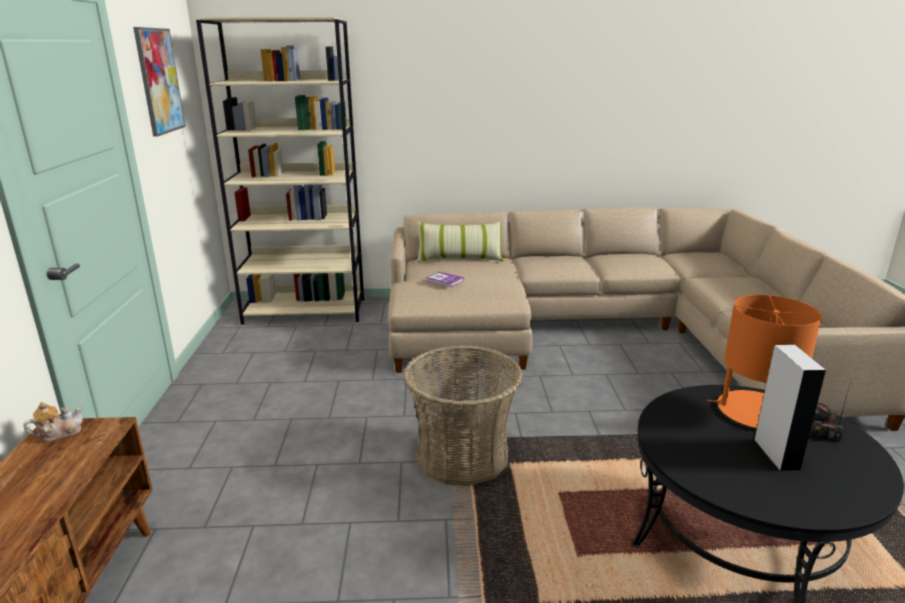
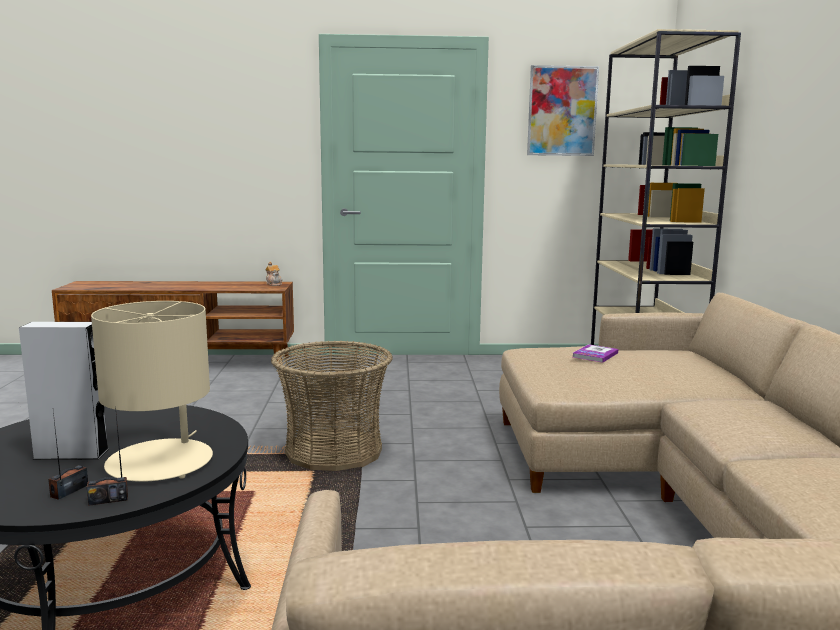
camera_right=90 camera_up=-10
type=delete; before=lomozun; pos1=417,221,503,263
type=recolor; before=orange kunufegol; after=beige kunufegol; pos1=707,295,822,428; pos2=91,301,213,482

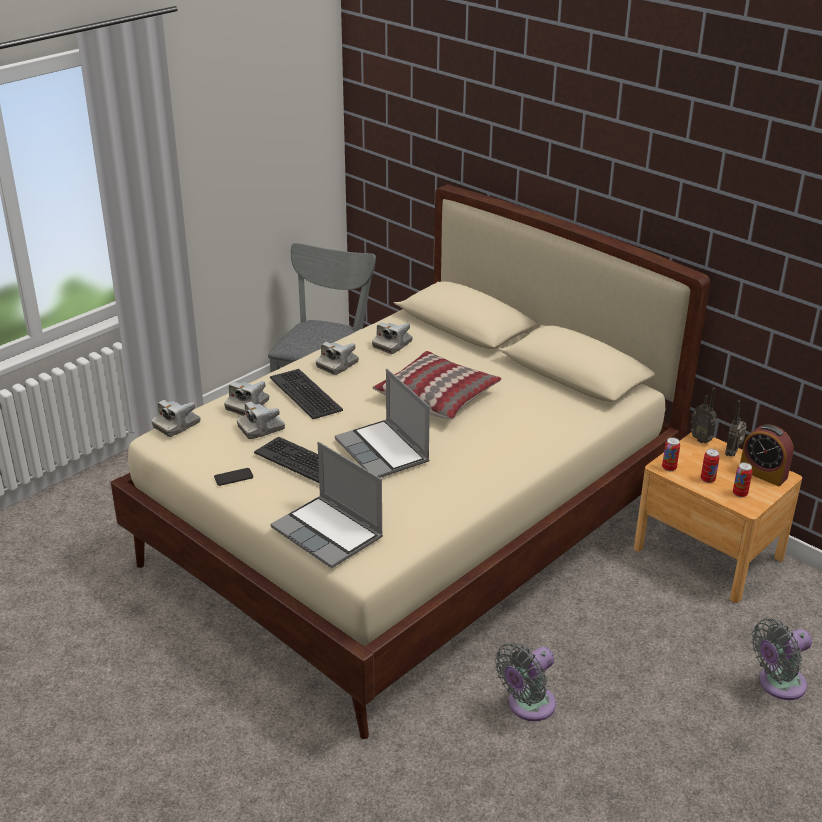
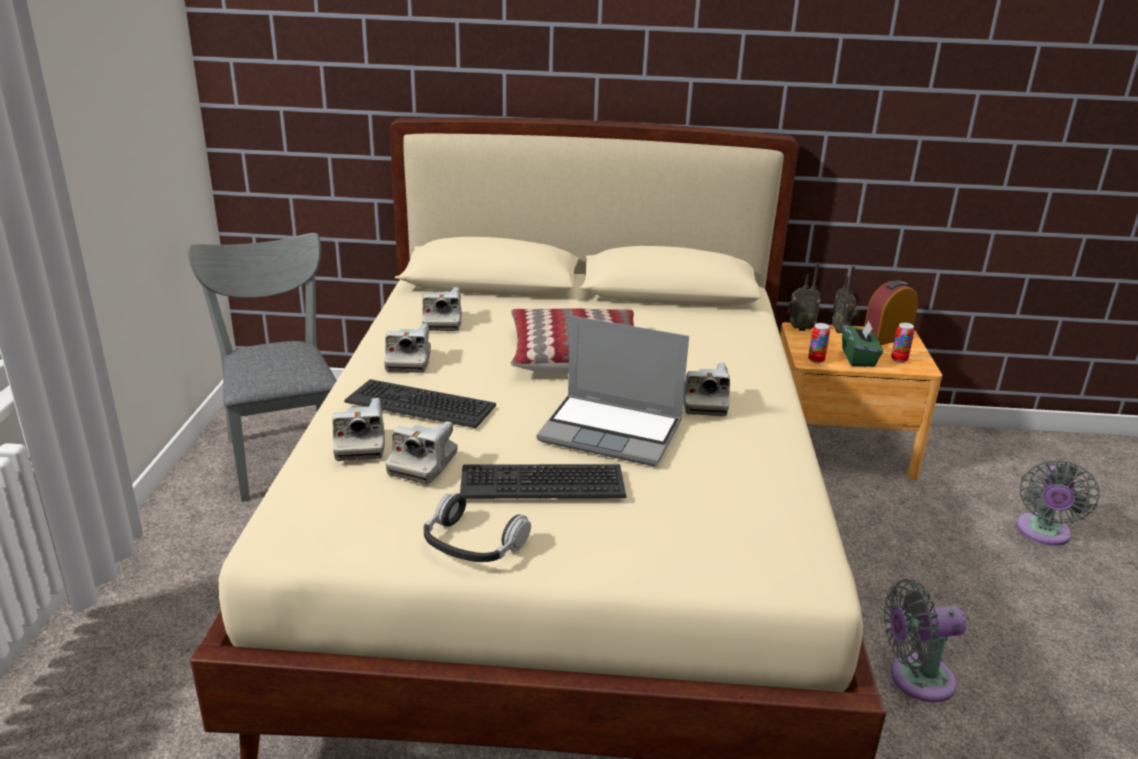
camera_right=-40 camera_up=-5
type=delete; before=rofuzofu; pos1=271,442,383,568
type=move; before=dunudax; pos1=151,400,201,437; pos2=683,363,730,416
type=replace; before=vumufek; after=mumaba; pos1=214,468,253,486; pos2=423,493,531,562
type=replace; before=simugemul; after=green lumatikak; pos1=701,449,720,483; pos2=842,321,883,367
type=rotate; before=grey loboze; pos1=495,643,556,721; pos2=884,579,967,703; turn=75
type=rotate; before=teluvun; pos1=740,425,794,486; pos2=864,280,918,345; turn=150

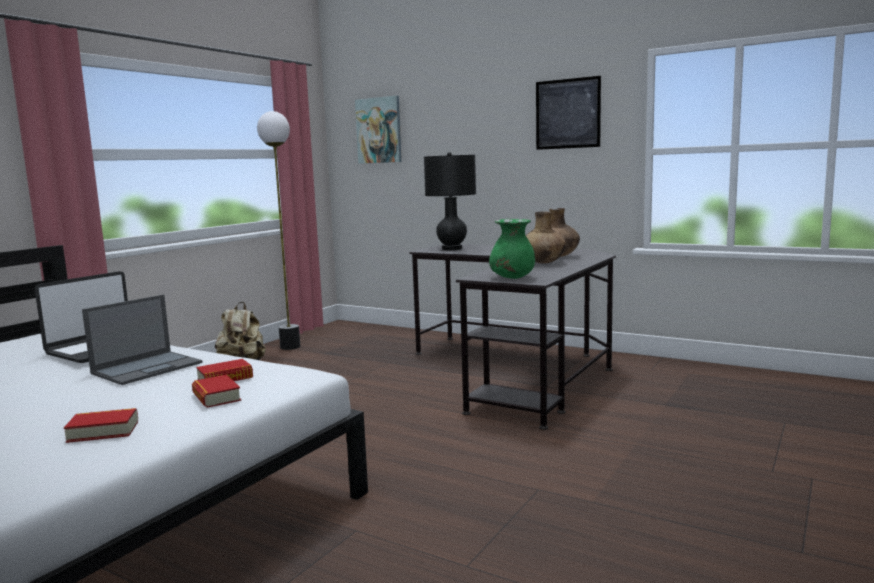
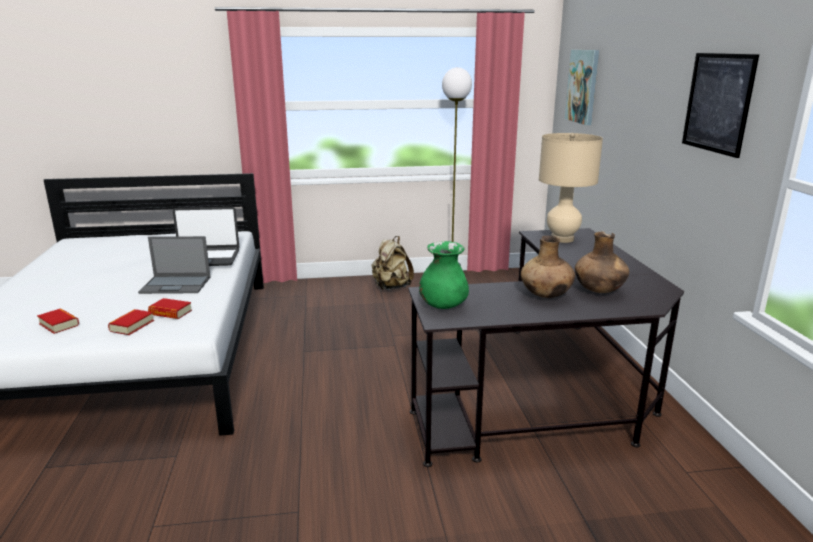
camera_right=50 camera_up=10
type=recolor; before=black kunufegol; after=beige kunufegol; pos1=424,152,476,250; pos2=539,133,603,243

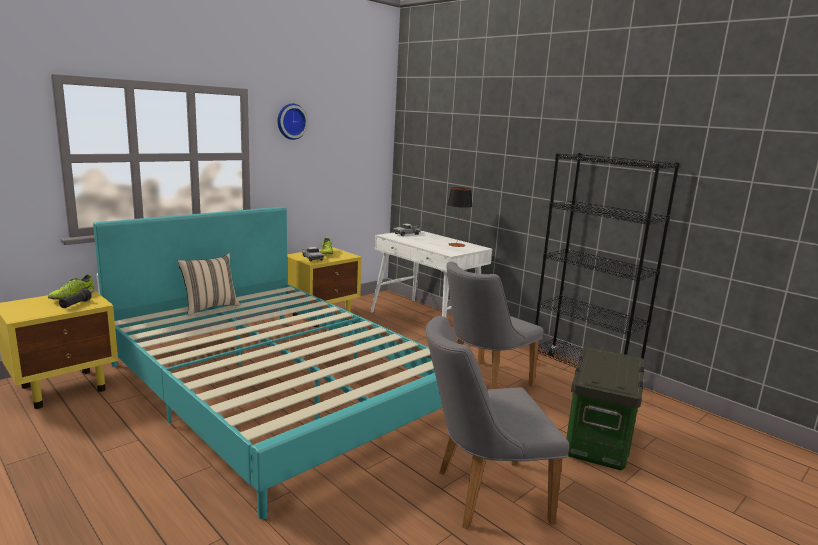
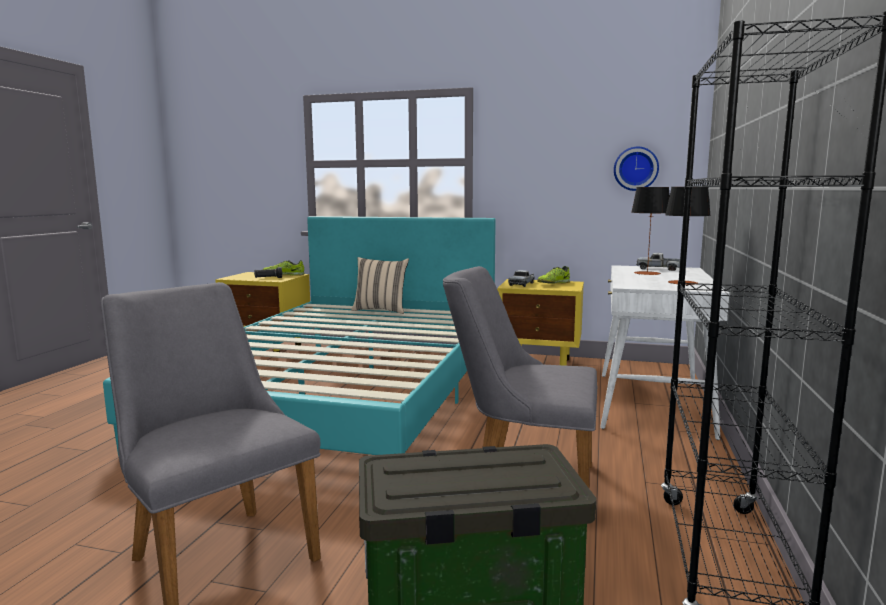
camera_right=60 camera_up=-5
type=insert; after=kunufegol; pos2=631,187,670,275
type=move; before=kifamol; pos1=277,103,308,140; pos2=614,147,659,191

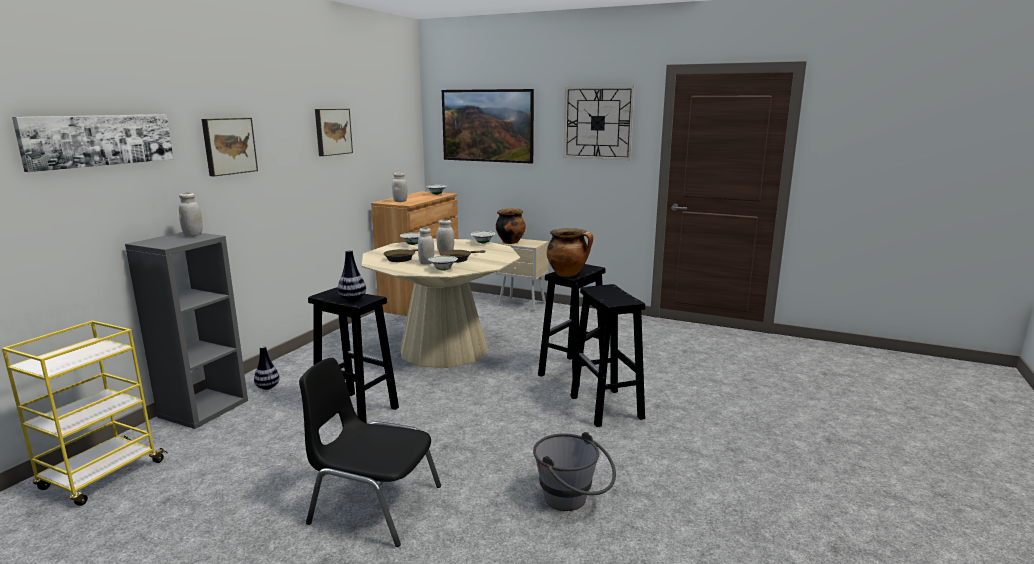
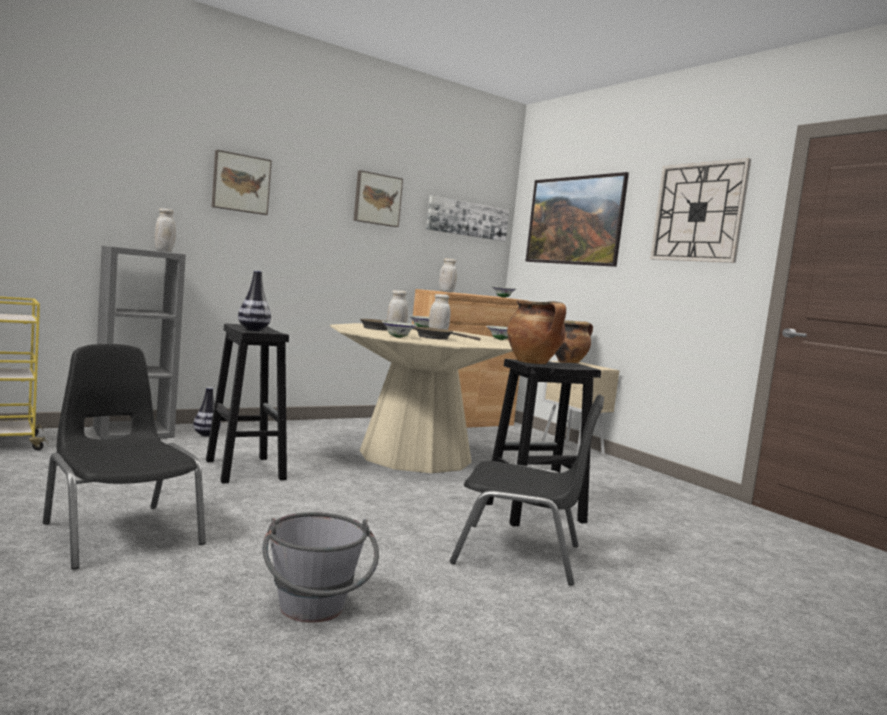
camera_right=30 camera_up=-10
type=move; before=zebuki; pos1=12,114,174,172; pos2=426,195,509,241
type=replace; before=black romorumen; after=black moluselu; pos1=570,284,645,427; pos2=450,395,604,585

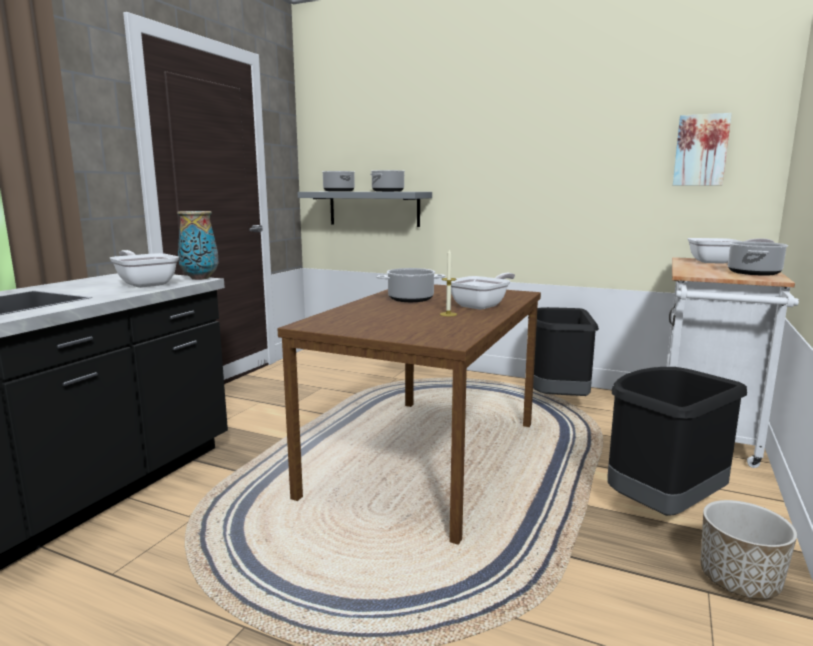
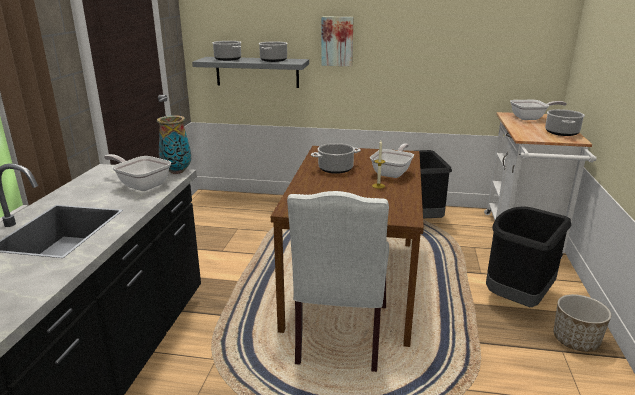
camera_right=-15 camera_up=10
type=insert; after=white moluselu; pos2=287,191,389,372
type=move; before=zebuki; pos1=673,113,732,186; pos2=321,17,354,66

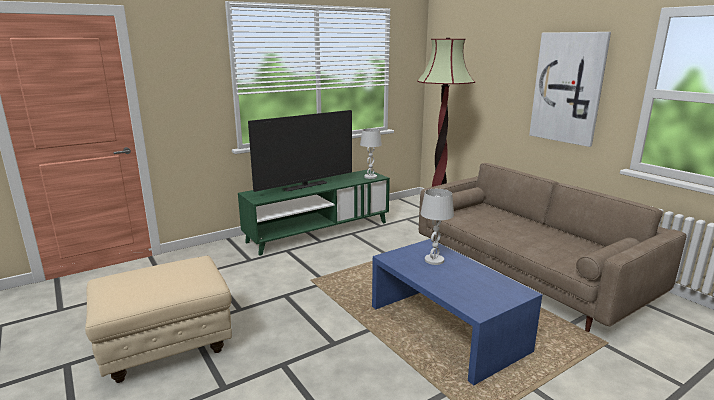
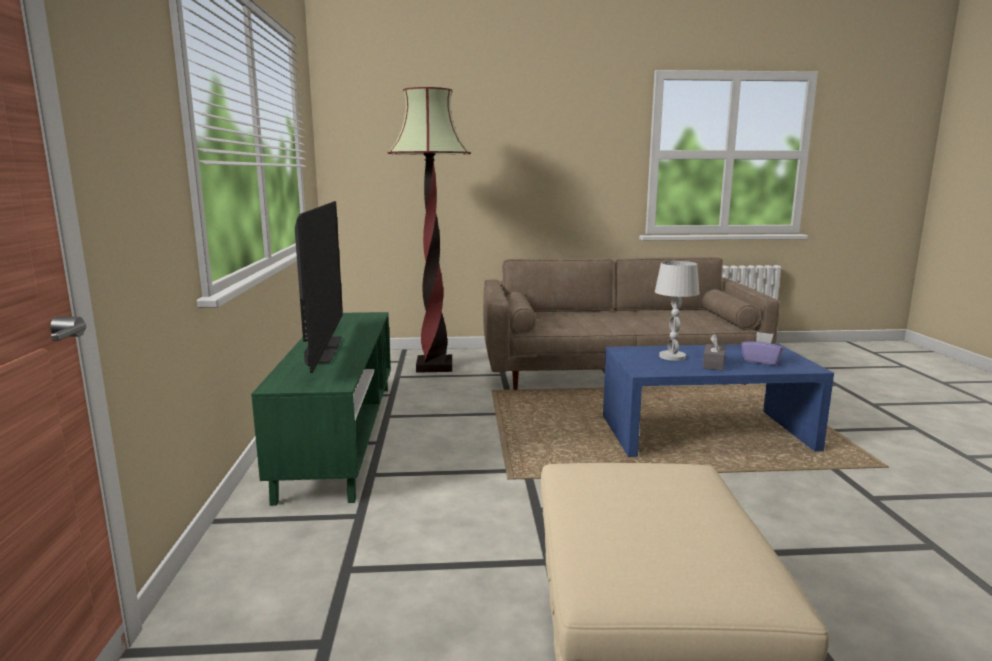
camera_right=-60 camera_up=-5
type=delete; before=white kunufegol; pos1=360,128,382,179
type=delete; before=zebuki; pos1=529,32,611,147
type=insert; after=grey lumatikak; pos2=703,334,726,371
type=insert; after=purple lumatikak; pos2=741,332,784,366

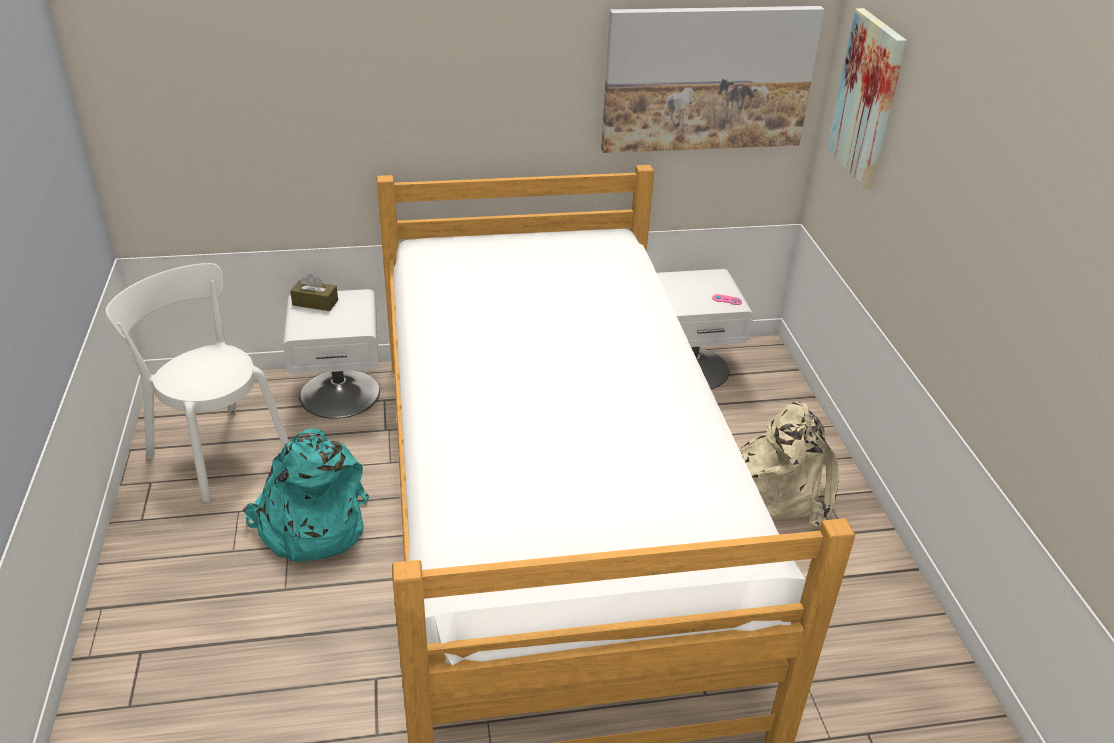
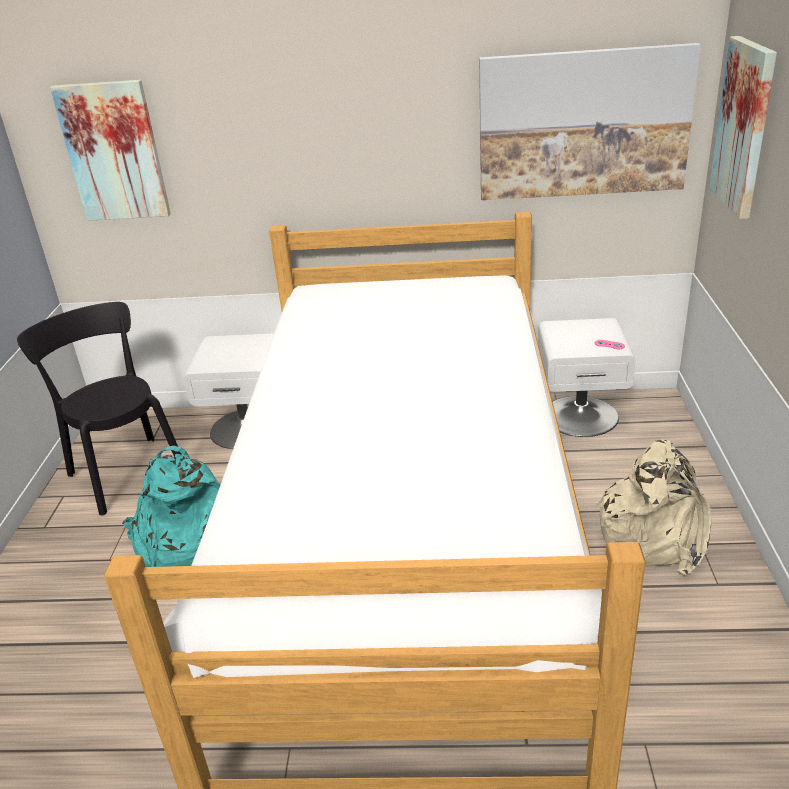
camera_right=15 camera_up=-5
type=delete; before=brown lumatikak; pos1=290,274,338,311
type=insert; after=zebuki; pos2=50,80,171,221
type=recolor; before=white moluselu; after=black moluselu; pos1=106,263,289,502; pos2=17,302,181,516

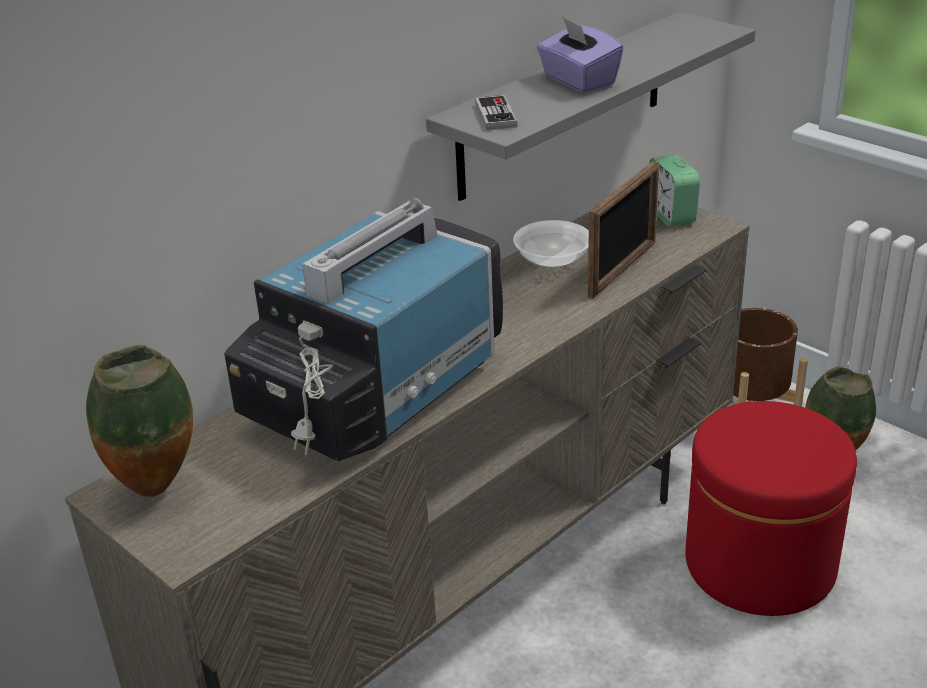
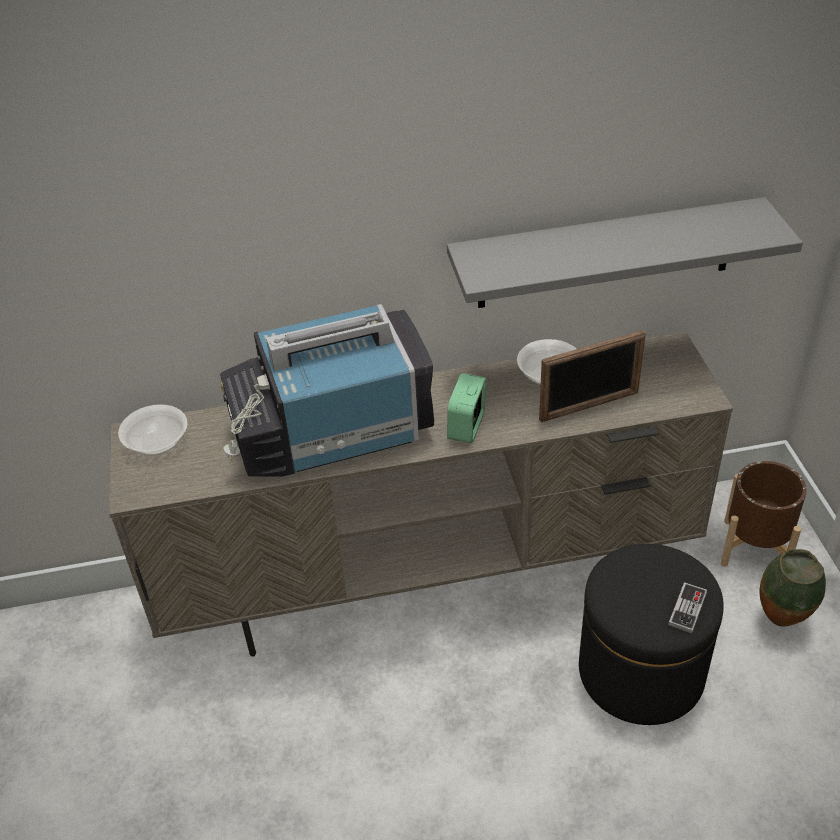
camera_right=35 camera_up=10
type=delete; before=purple lumatikak; pos1=537,17,624,93
type=move; before=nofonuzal; pos1=475,95,517,130; pos2=668,582,707,634
type=move; before=teluvun; pos1=649,155,700,226; pos2=447,373,486,443
type=replace; before=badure; after=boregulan; pos1=86,345,193,497; pos2=118,404,188,456
type=recolor; before=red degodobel; after=black degodobel; pos1=685,401,857,616; pos2=579,544,724,725

